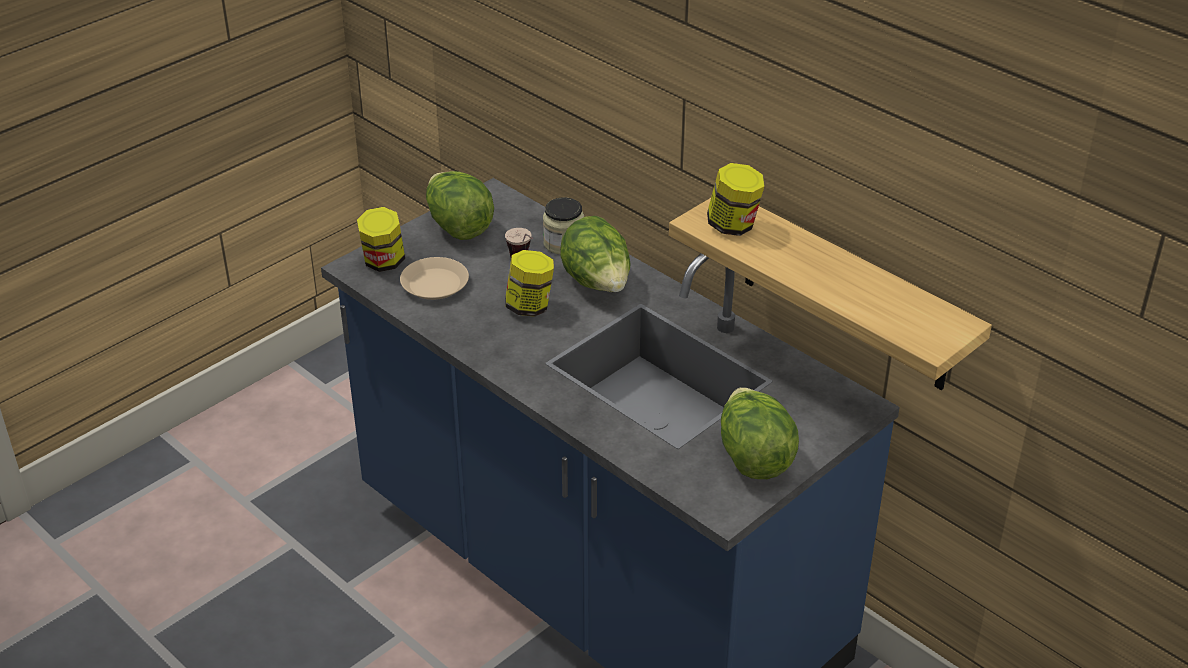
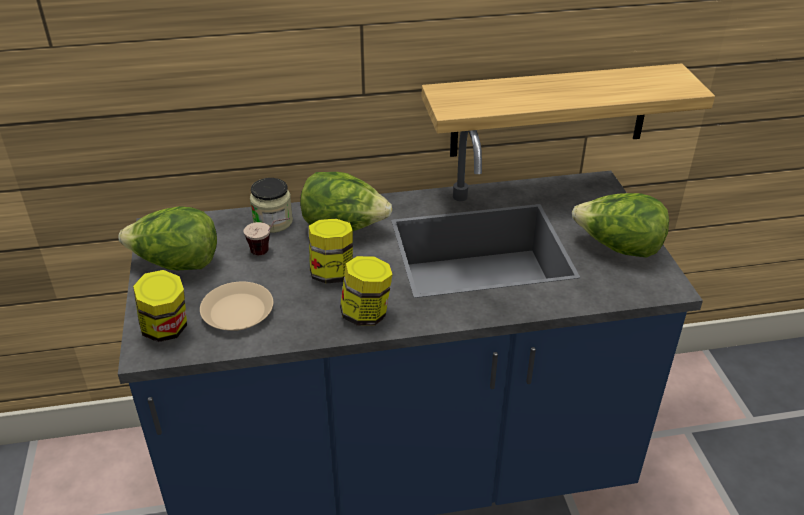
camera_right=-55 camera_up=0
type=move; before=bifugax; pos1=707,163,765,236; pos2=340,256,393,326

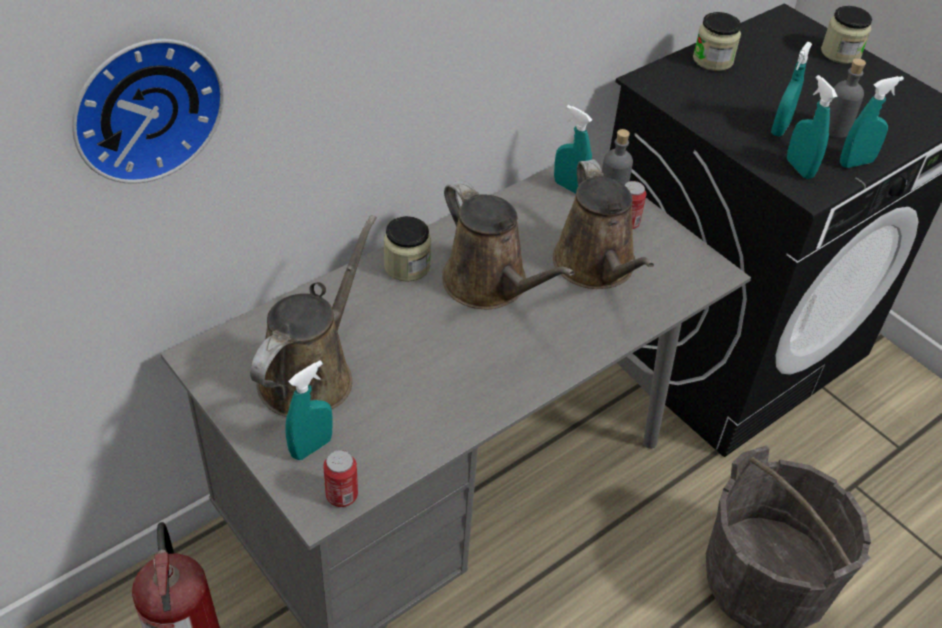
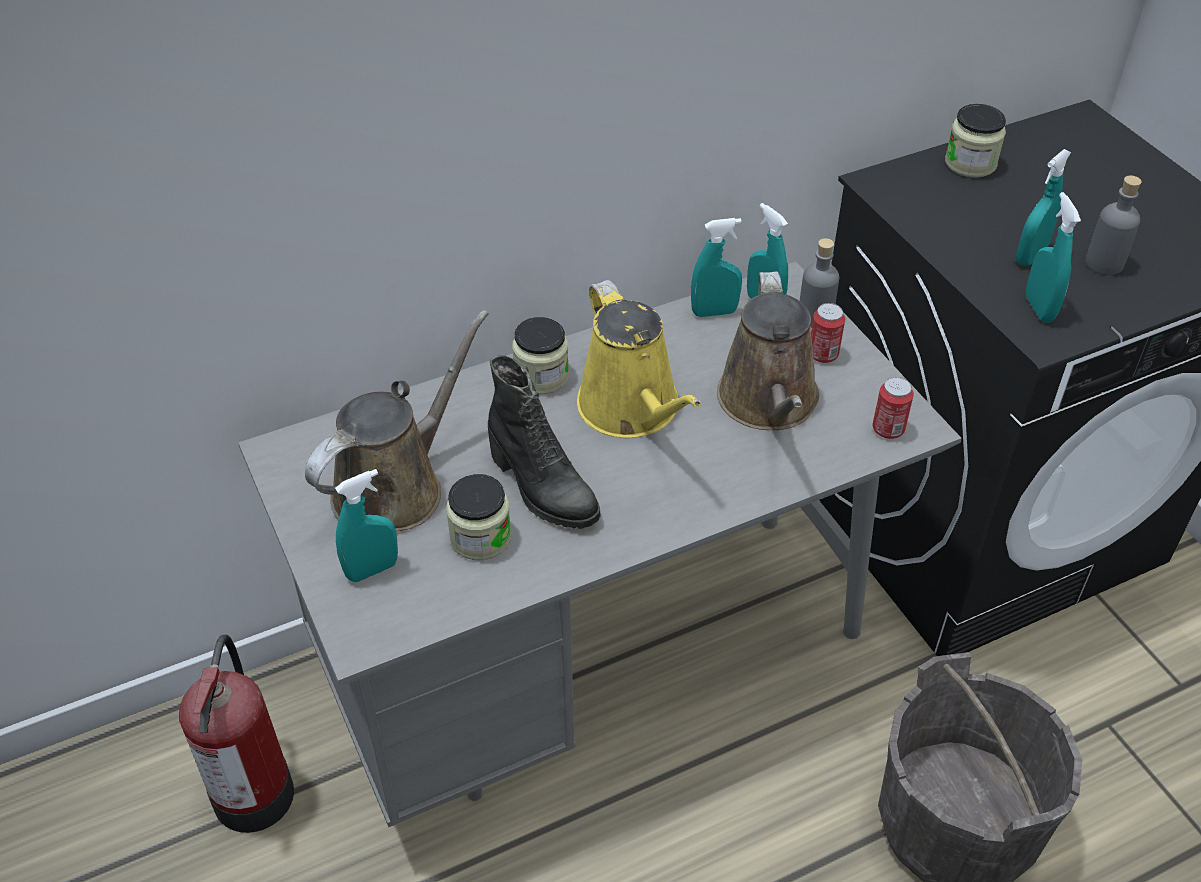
camera_right=15 camera_up=0
type=delete; before=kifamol; pos1=72,39,224,184
type=insert; after=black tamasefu; pos2=488,355,600,529
type=move; before=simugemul; pos1=323,450,358,507; pos2=873,377,914,439
type=move; before=bifugax; pos1=821,6,872,64; pos2=446,474,511,560
type=move; before=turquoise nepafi; pos1=840,76,904,168; pos2=691,218,742,317
type=recolor; before=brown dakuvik; after=yellow dakuvik; pos1=442,180,574,310; pos2=577,280,701,438

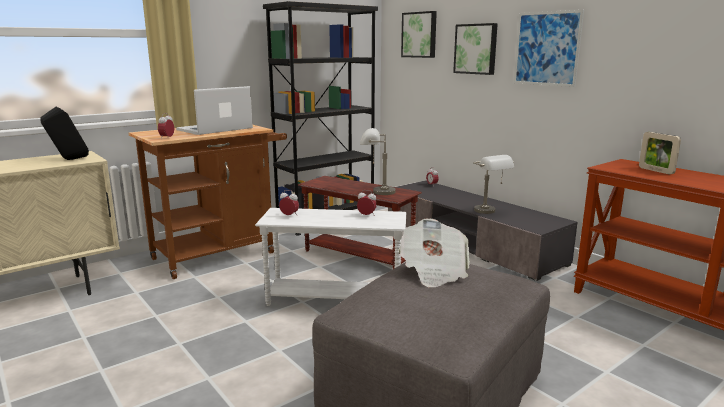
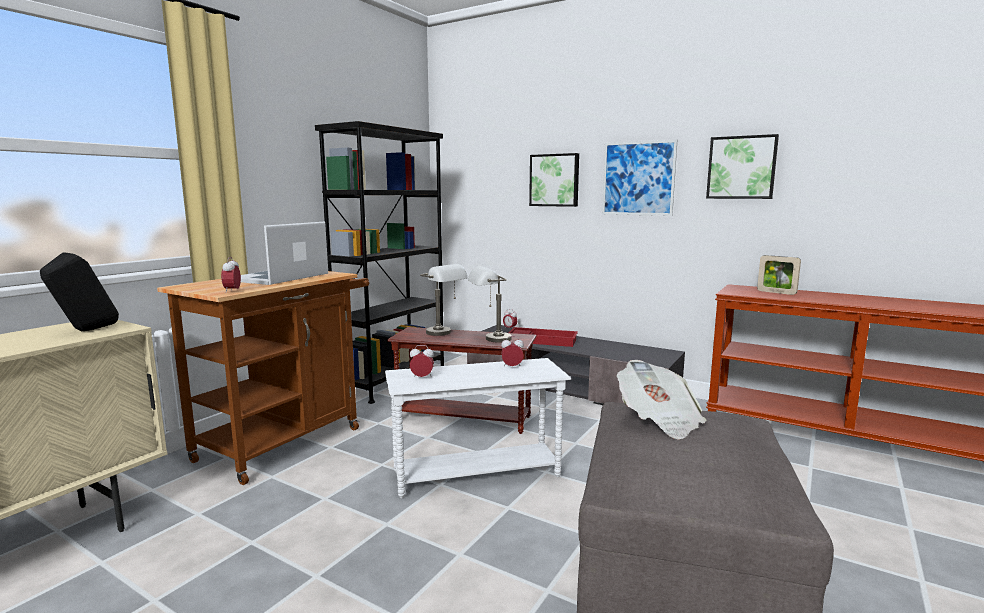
camera_right=-20 camera_up=-5
type=insert; after=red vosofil; pos2=509,327,578,347
type=move; before=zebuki; pos1=401,11,437,58; pos2=706,134,779,199
type=move; before=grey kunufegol; pos1=473,155,514,214; pos2=420,264,468,336

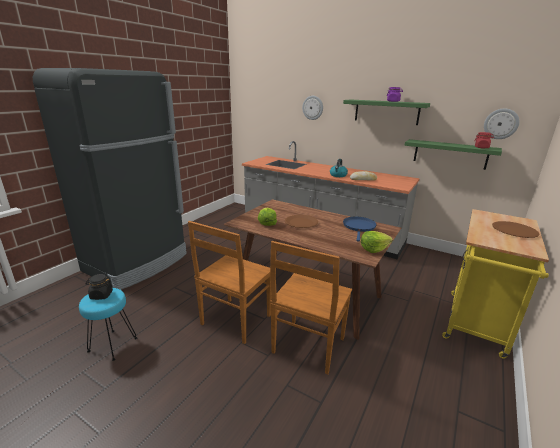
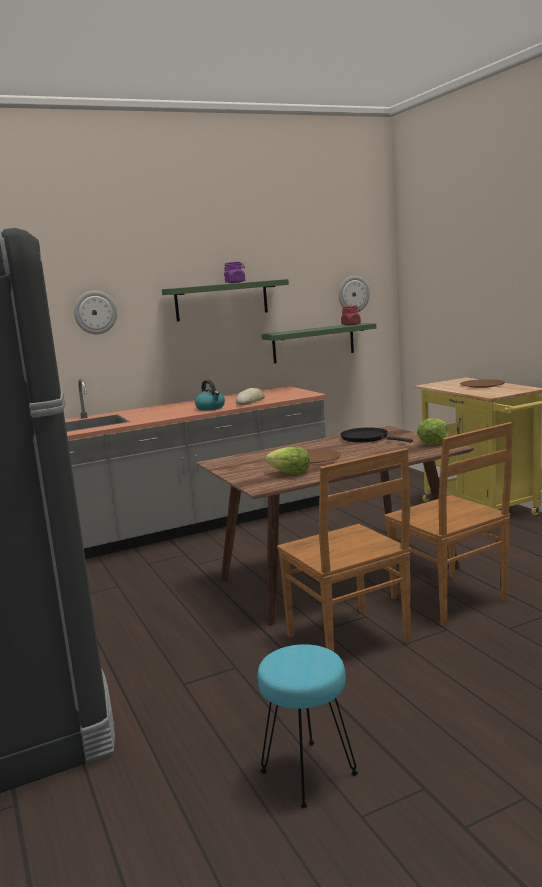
camera_right=-55 camera_up=-10
type=delete; before=black bifugax; pos1=86,274,113,300
type=recolor; before=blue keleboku; after=black keleboku; pos1=343,217,377,242; pos2=341,428,413,442

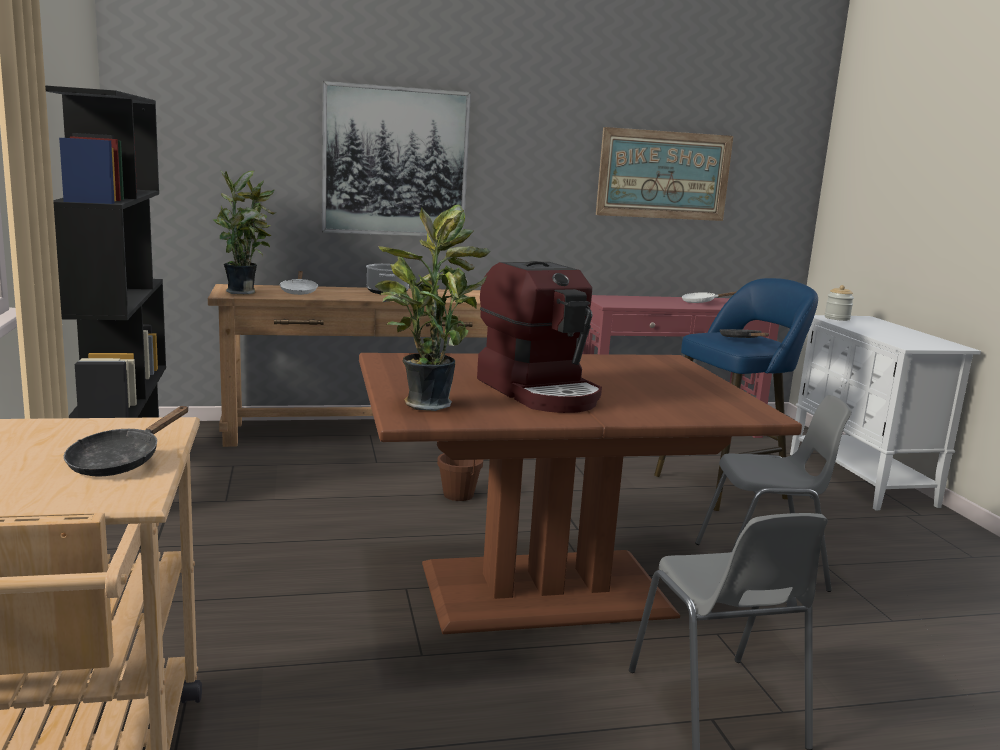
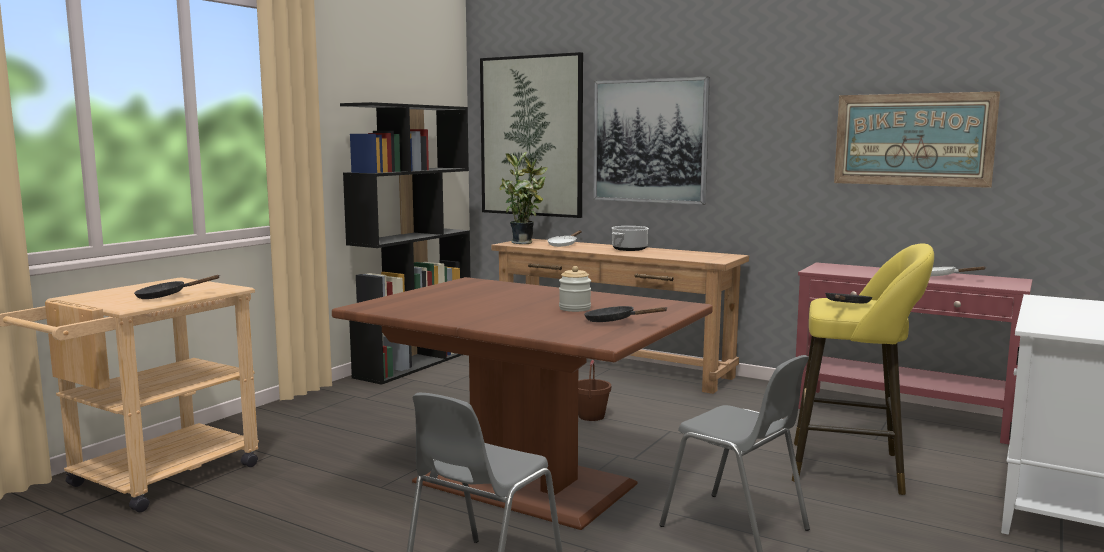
camera_right=45 camera_up=-5
type=delete; before=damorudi; pos1=375,204,490,411
type=delete; before=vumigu; pos1=477,261,602,413
type=insert; after=zebuki; pos2=480,52,583,218
type=insert; after=black keleboku; pos2=584,306,667,322
type=move; before=bifugax; pos1=825,285,854,321; pos2=559,266,591,312
type=recolor; before=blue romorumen; after=yellow romorumen; pos1=654,278,818,511; pos2=792,243,934,495

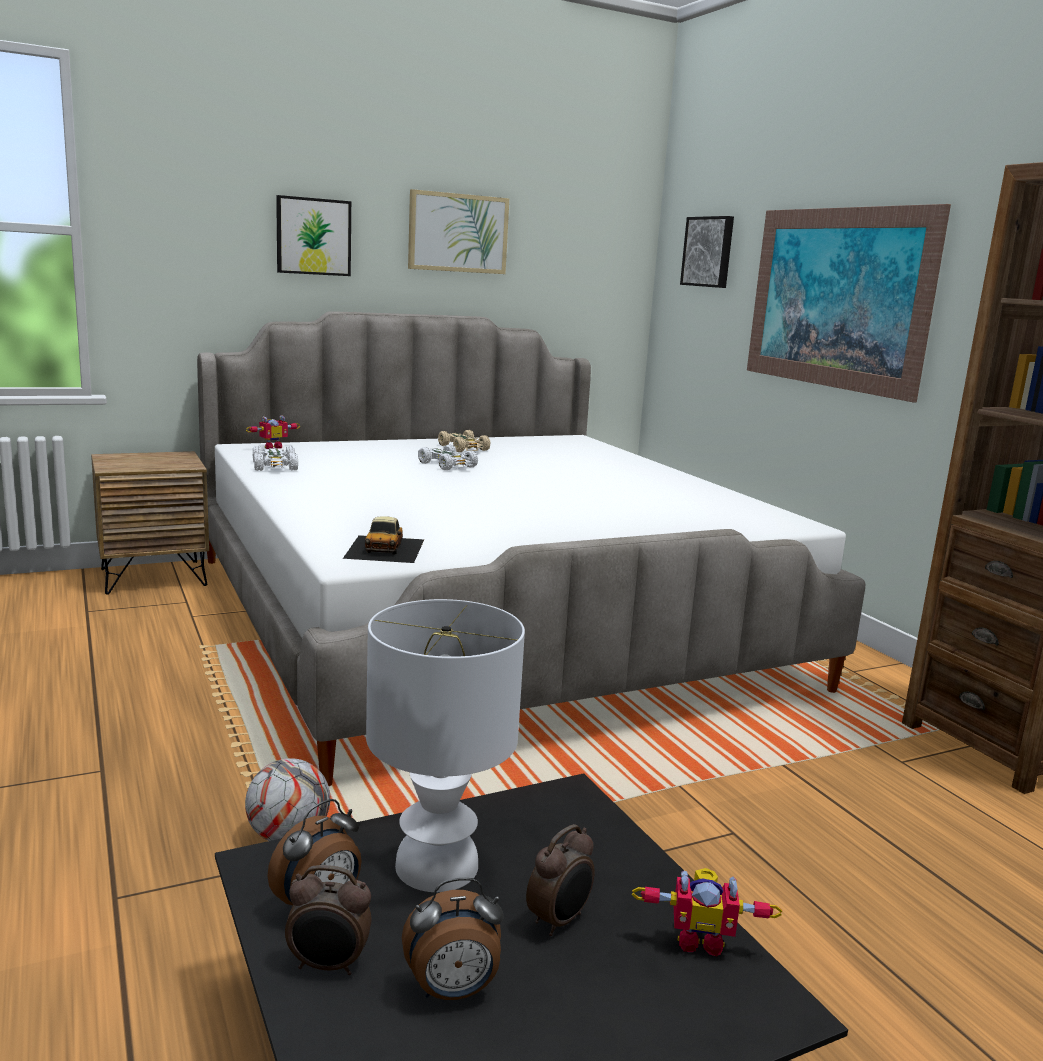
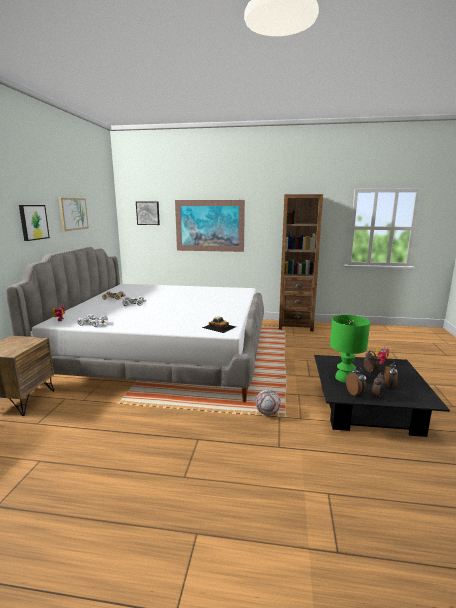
camera_right=-55 camera_up=0
type=recolor; before=white kunufegol; after=green kunufegol; pos1=366,599,525,892; pos2=330,315,370,383

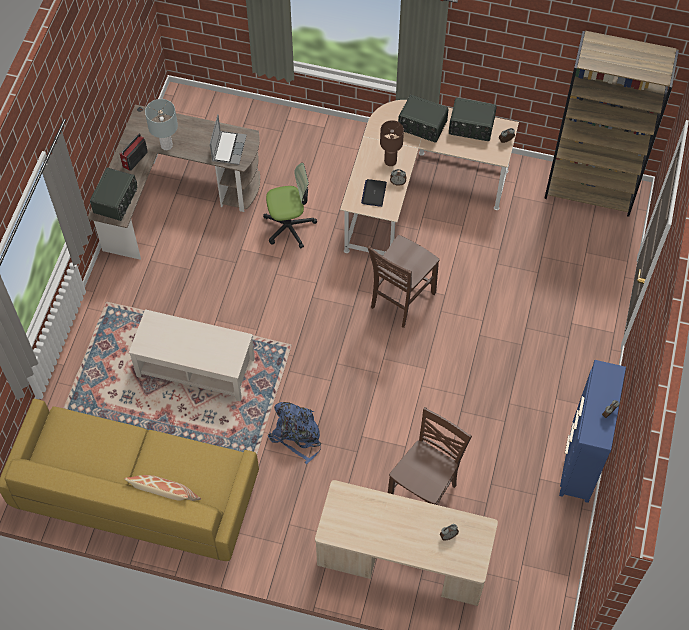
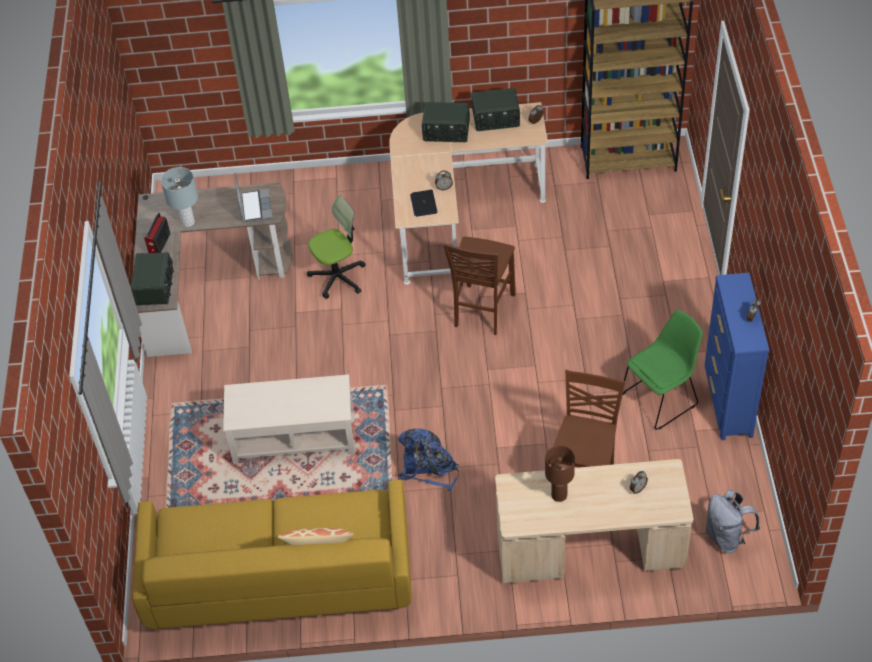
camera_right=-15 camera_up=-10
type=insert; after=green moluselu; pos2=623,310,703,430
type=insert; after=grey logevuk; pos2=706,489,760,553
type=move; before=brown kunufegol; pos1=380,120,404,166; pos2=545,445,575,502

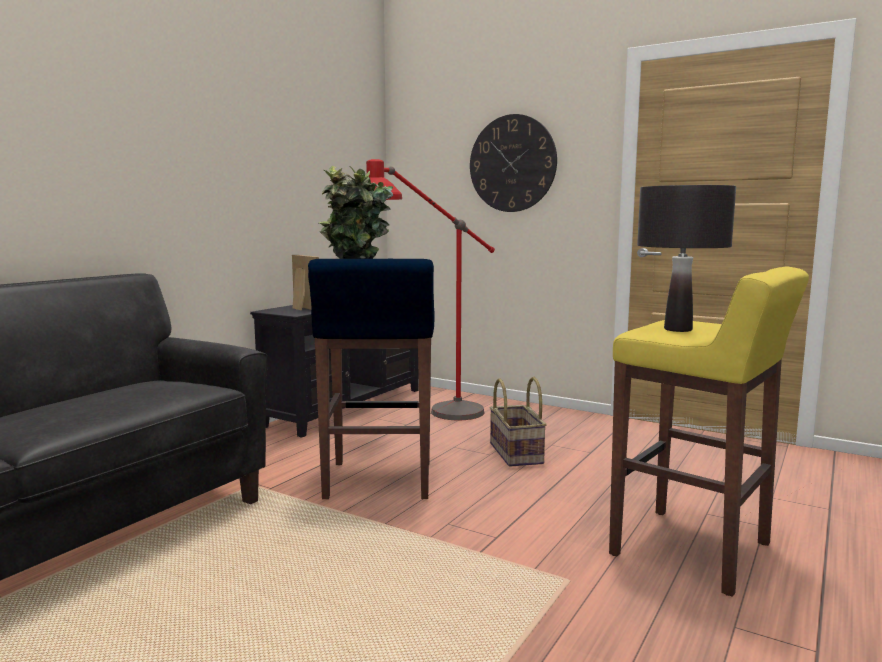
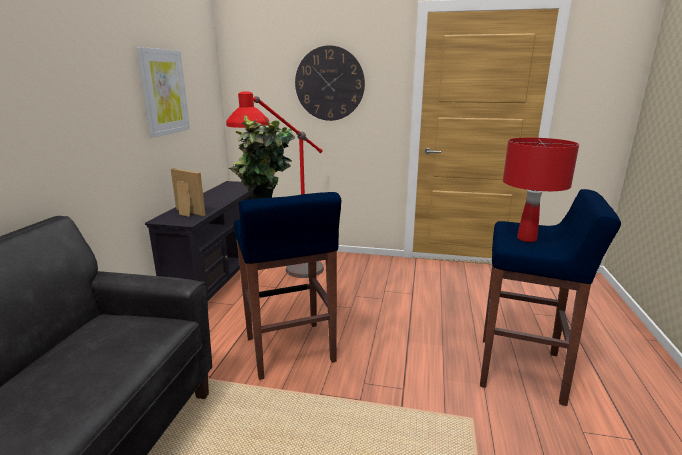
camera_right=-20 camera_up=10
type=delete; before=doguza; pos1=490,377,547,467
type=insert; after=zebuki; pos2=136,47,190,138
type=recolor; before=yellow romorumen; after=blue romorumen; pos1=609,267,809,597; pos2=480,189,621,406
type=recolor; before=black kunufegol; after=red kunufegol; pos1=637,185,736,332; pos2=503,138,579,242

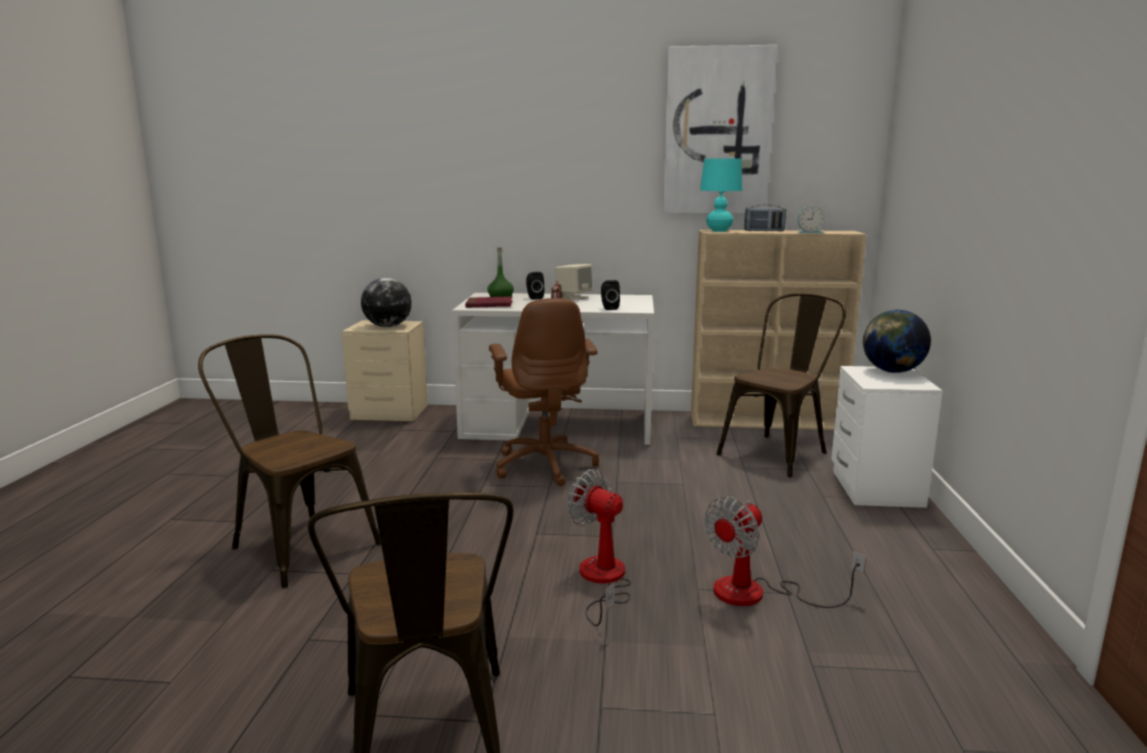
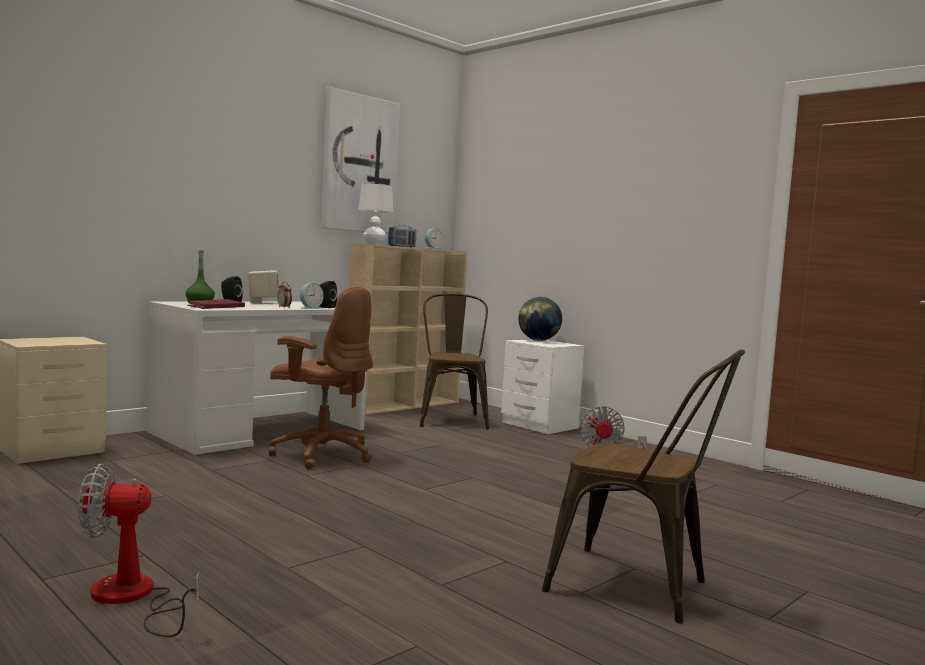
camera_right=-50 camera_up=-10
type=delete; before=brown moluselu; pos1=198,334,381,588
type=delete; before=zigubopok; pos1=361,278,412,327
type=insert; after=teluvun; pos2=300,283,324,309
type=move; before=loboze; pos1=567,469,631,626; pos2=78,464,199,637
type=recolor; before=turquoise kunufegol; after=white kunufegol; pos1=700,159,743,232; pos2=358,184,393,245

